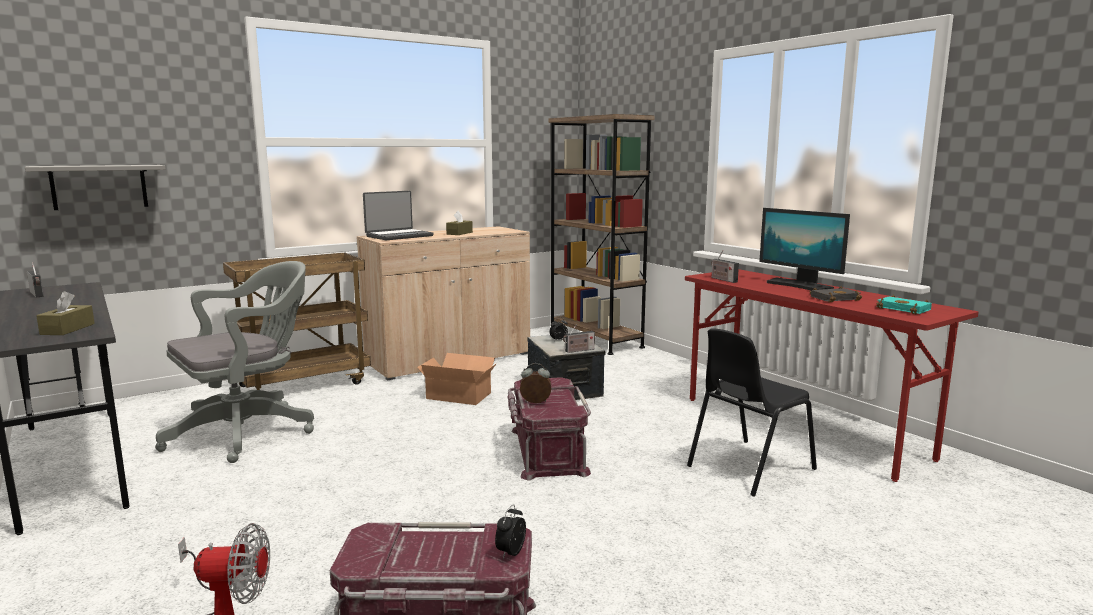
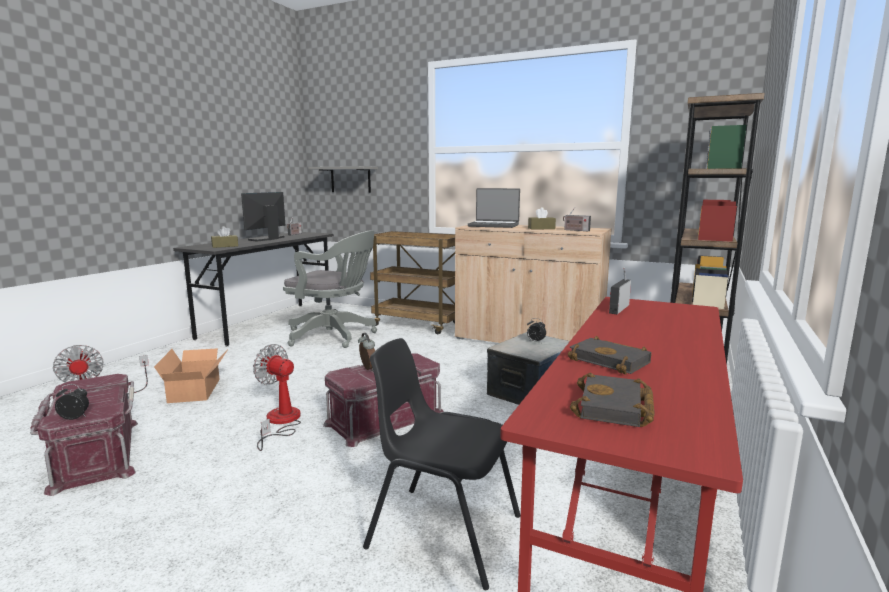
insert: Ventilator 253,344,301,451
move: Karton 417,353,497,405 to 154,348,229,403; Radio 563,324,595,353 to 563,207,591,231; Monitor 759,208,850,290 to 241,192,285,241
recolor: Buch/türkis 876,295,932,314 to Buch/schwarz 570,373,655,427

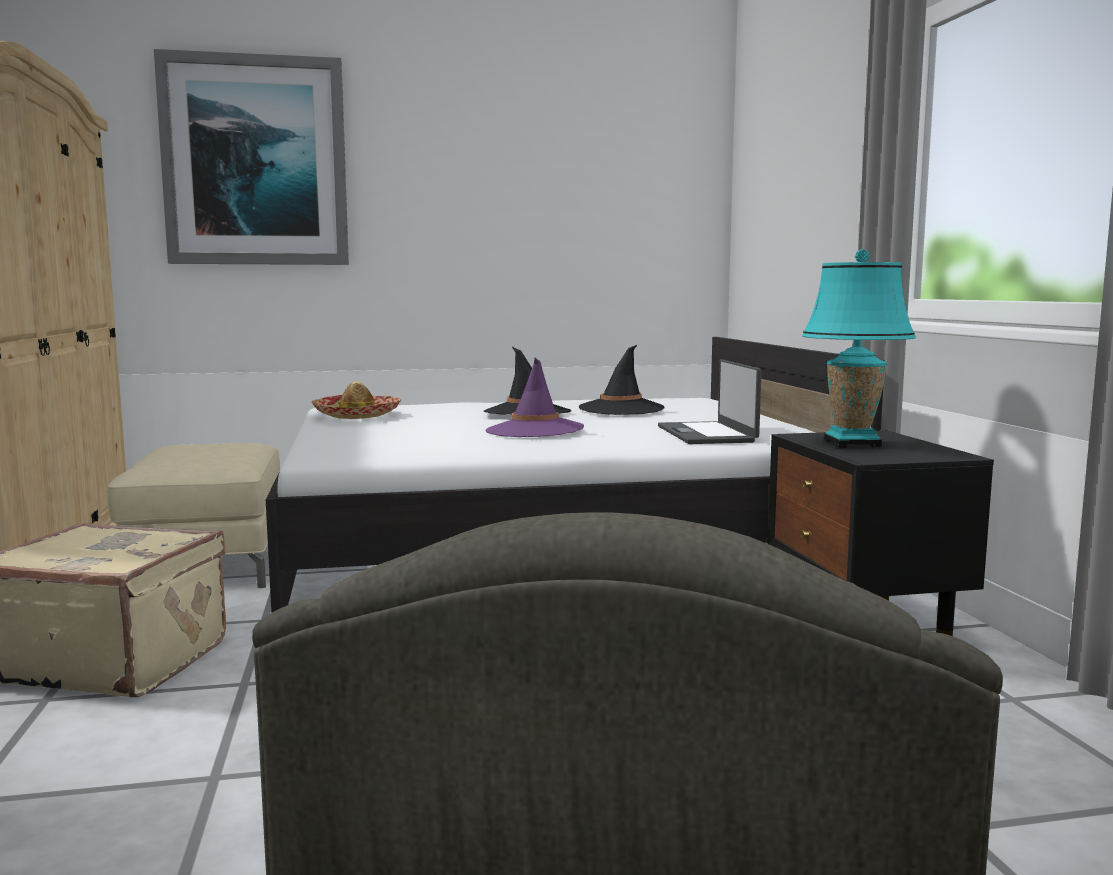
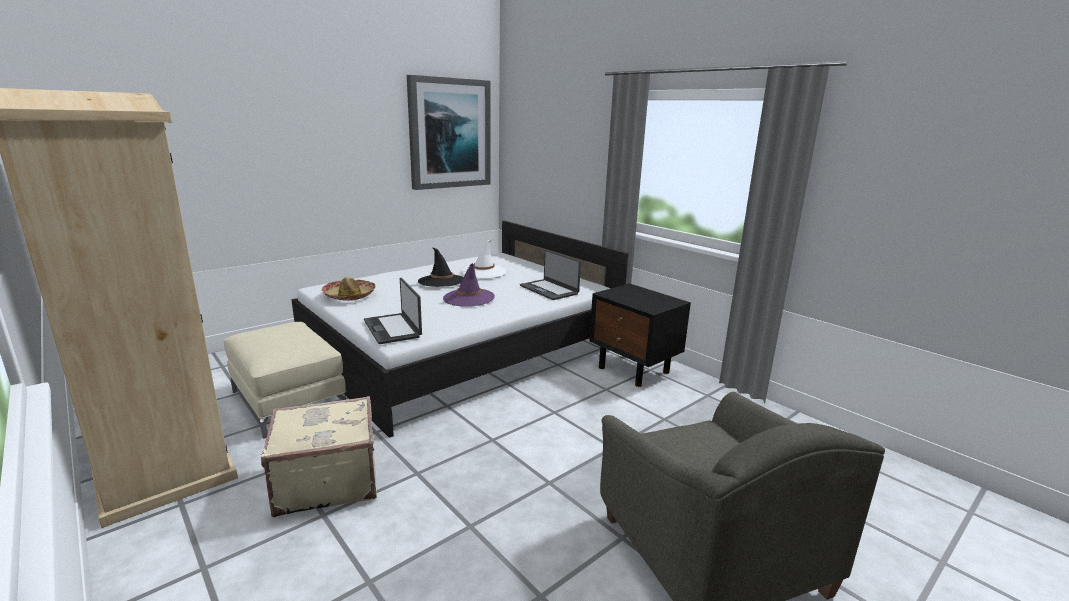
delete: Tischlampe/türkis 802,249,916,448
insert: Laptop 364,278,422,344
move: Bild 154,49,349,265 to 407,75,490,190
recolor: Hut/schwarz 579,345,665,415 to Hut/weiß 462,240,506,278

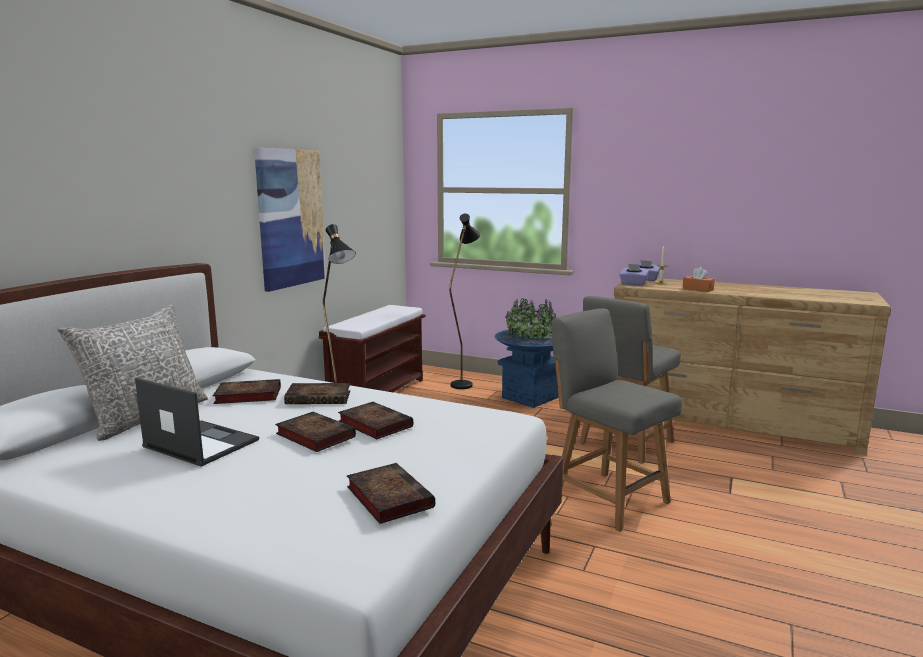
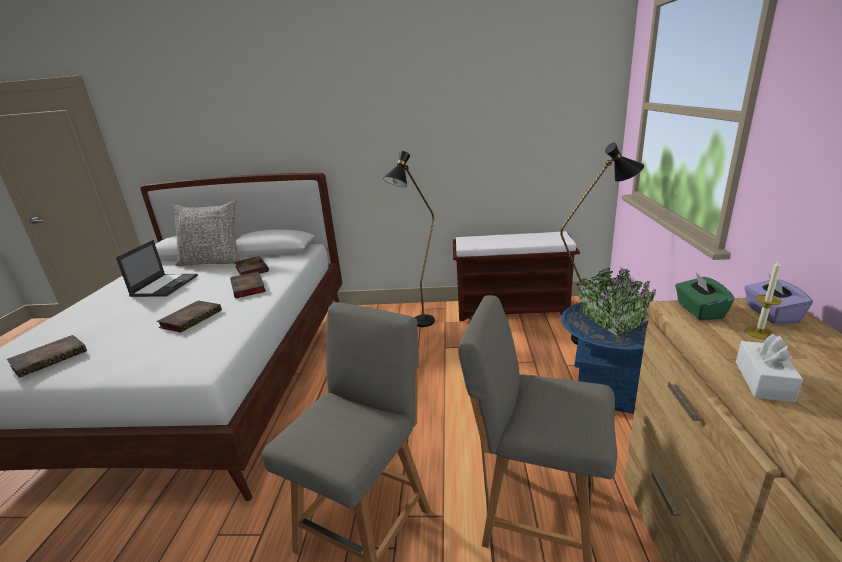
delete: Bild 254,148,326,292; Buch 275,412,356,452
recolor: Taschentuchbox/lila 619,264,649,286 to Taschentuchbox/grün 675,273,735,320; Taschentuchbox/orange 682,267,715,292 to Taschentuchbox/weiß 736,334,803,403

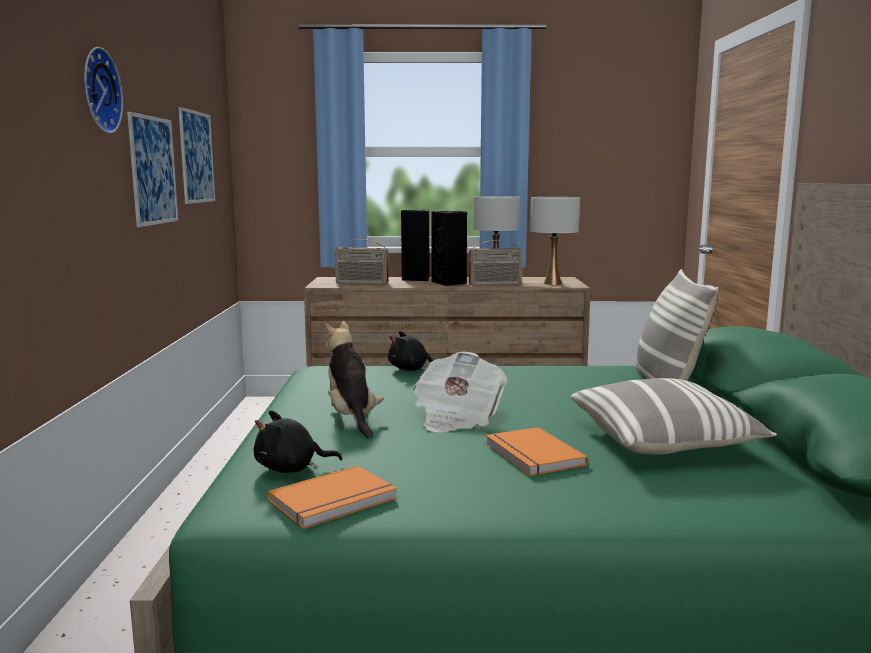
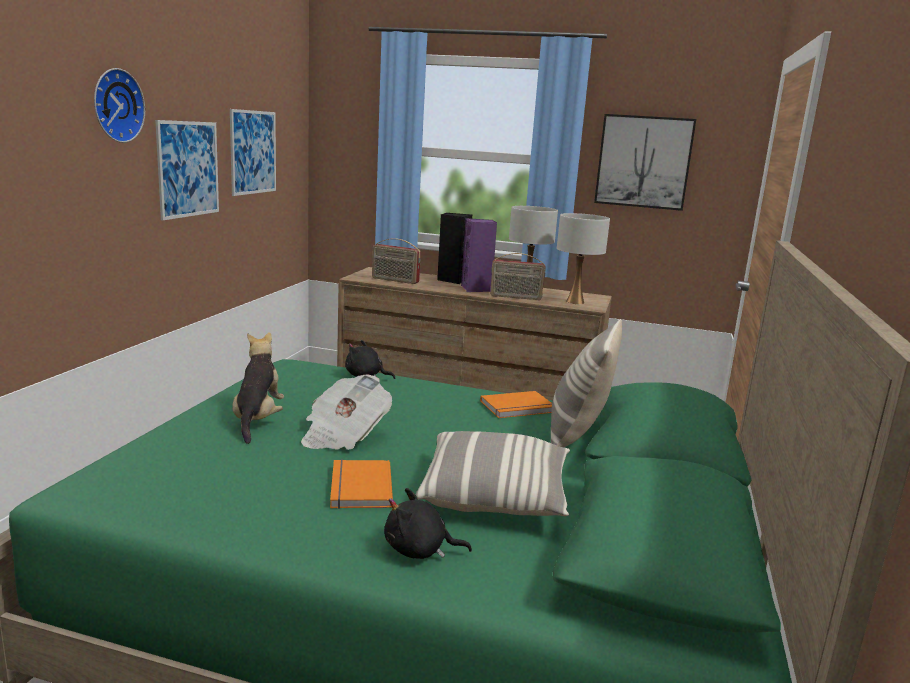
insert: Bild 594,114,696,211
move: Plüschtier/schwarz 254,410,342,473 to 384,488,472,559; Buch/orange 268,466,397,529 to 480,391,552,418
recolor: Lautsprecher/schwarz 431,211,467,286 to Lautsprecher/lila 461,218,497,292

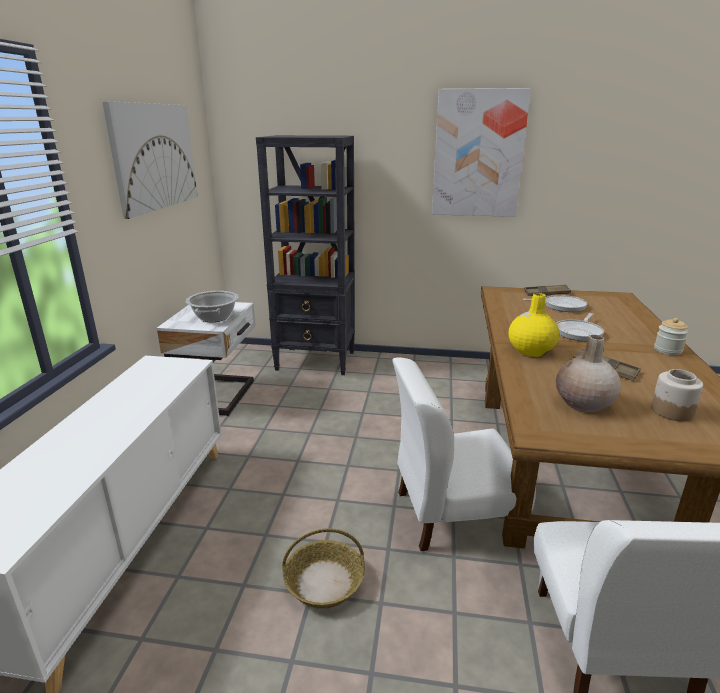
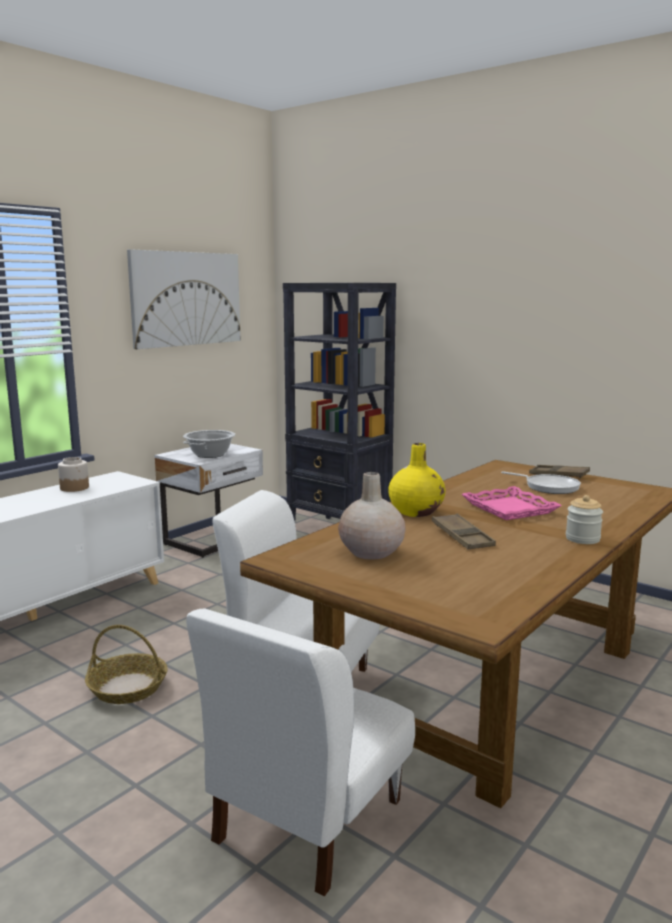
delete: Bild 432,88,531,217
move: Vorratsglas 651,369,703,421 to 58,457,89,492
replace: Pfanne 556,313,604,341 to Tablett/rosa 462,486,562,520

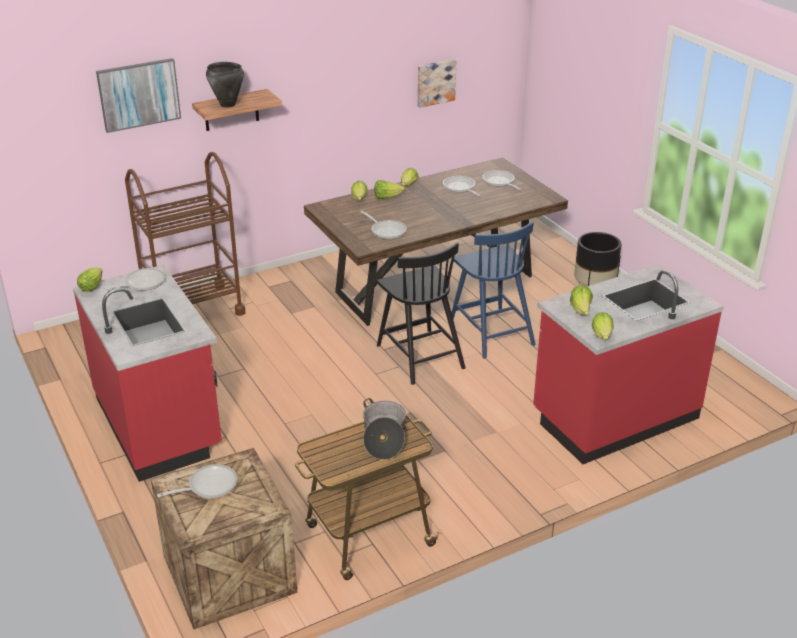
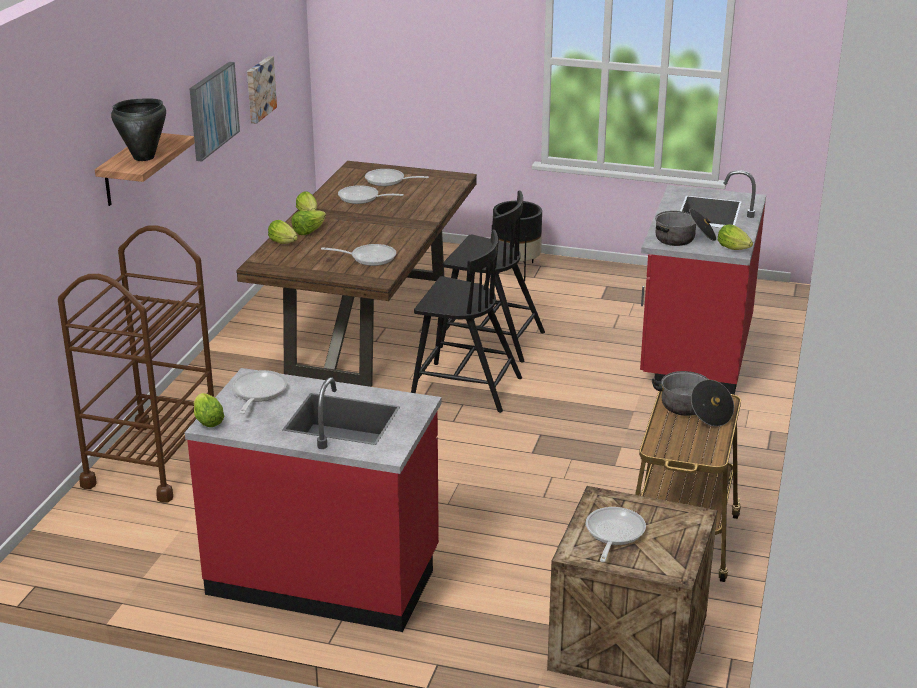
move: Bild 96,58,181,133 to 189,62,240,161
replace: Salatkopf 570,285,593,315 to Kochtopf 655,208,716,246
recolor: Stuhl/blau 451,222,536,359 to Stuhl/schwarz 440,191,545,362

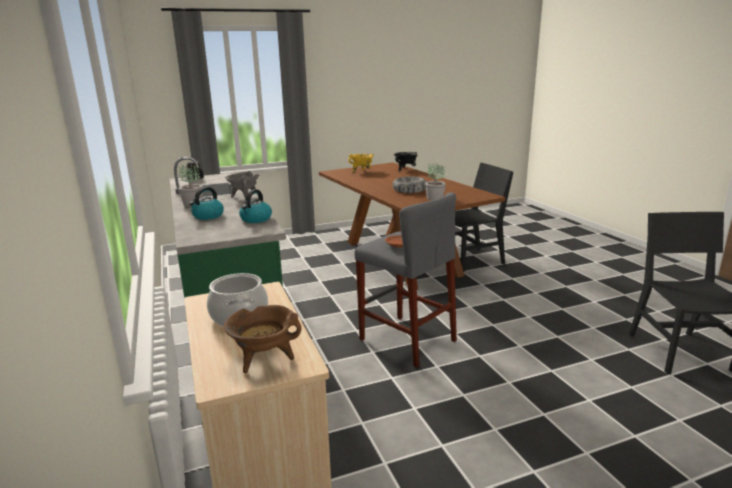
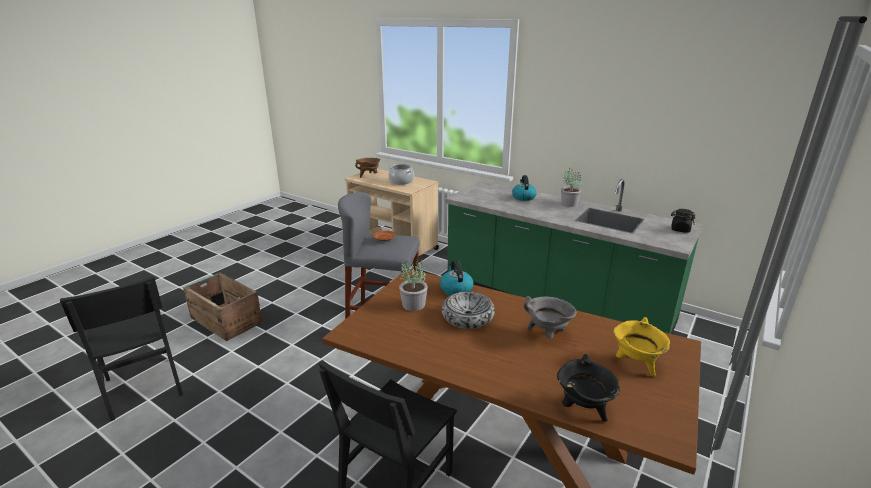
insert: Kiste 183,273,263,341
move: Kochtopf/grau 225,171,259,200 to 523,296,577,339; Wasserkessel 239,189,272,223 to 440,260,473,296

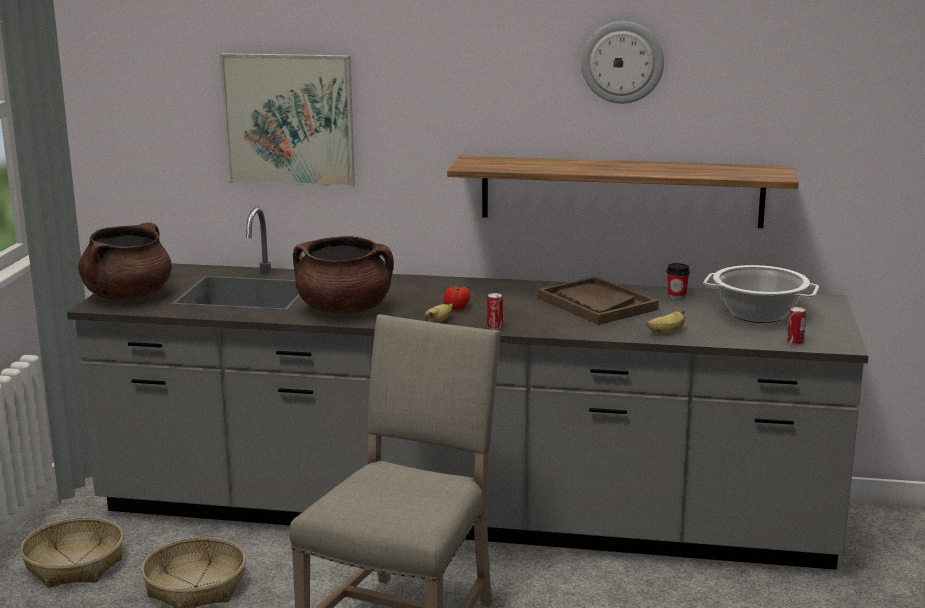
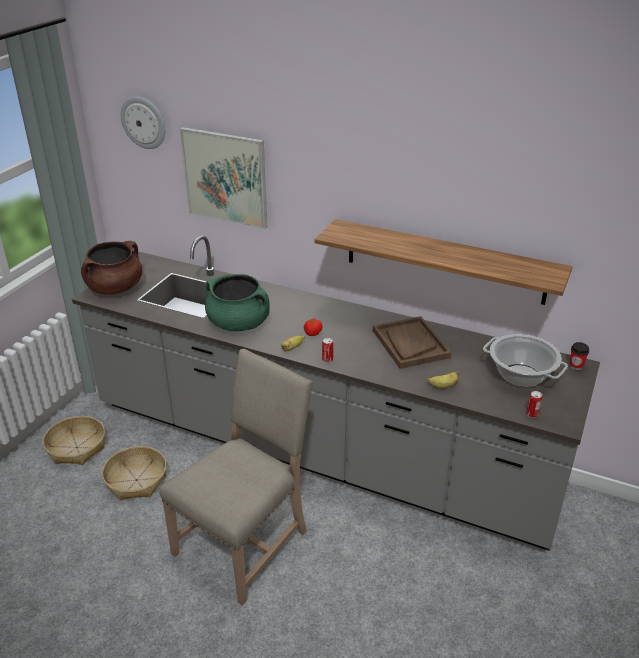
move: Wanduhr 581,21,664,104 to 121,97,165,149; Tasse 666,263,690,299 to 569,342,589,370
recolor: Kochtopf/braun 293,236,394,314 to Kochtopf/grün 205,274,270,331

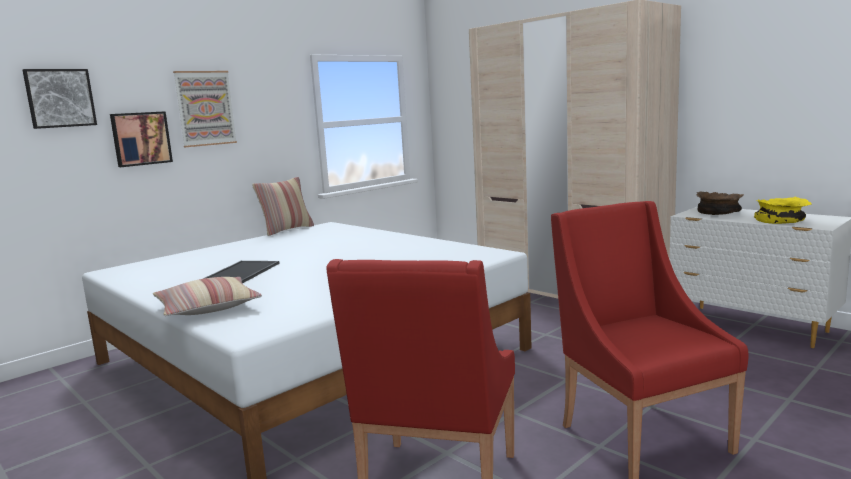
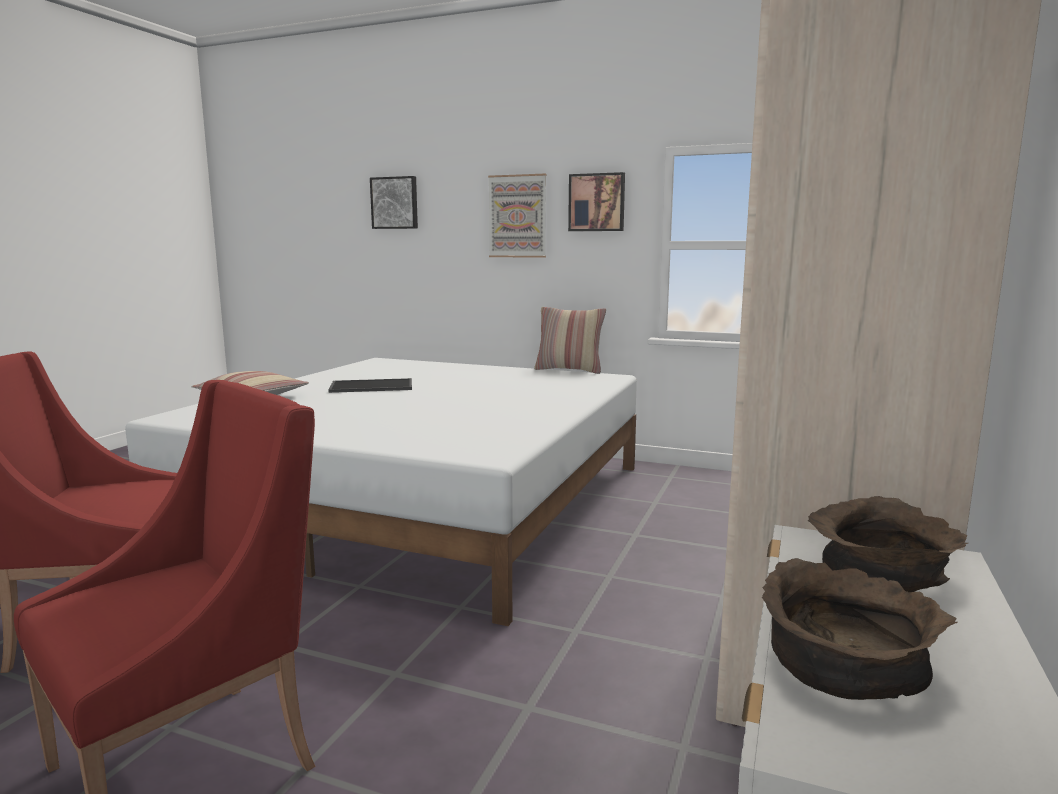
move: Bild 110,111,173,167 to 568,172,625,231
recolor: Schüssel/gelb 754,197,812,224 to Schüssel/braun 762,558,958,700

